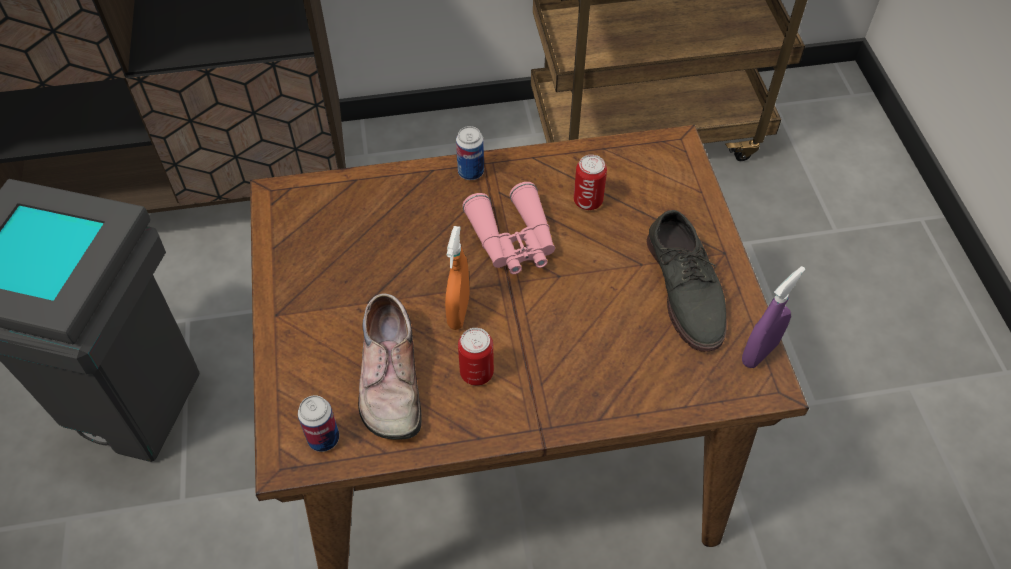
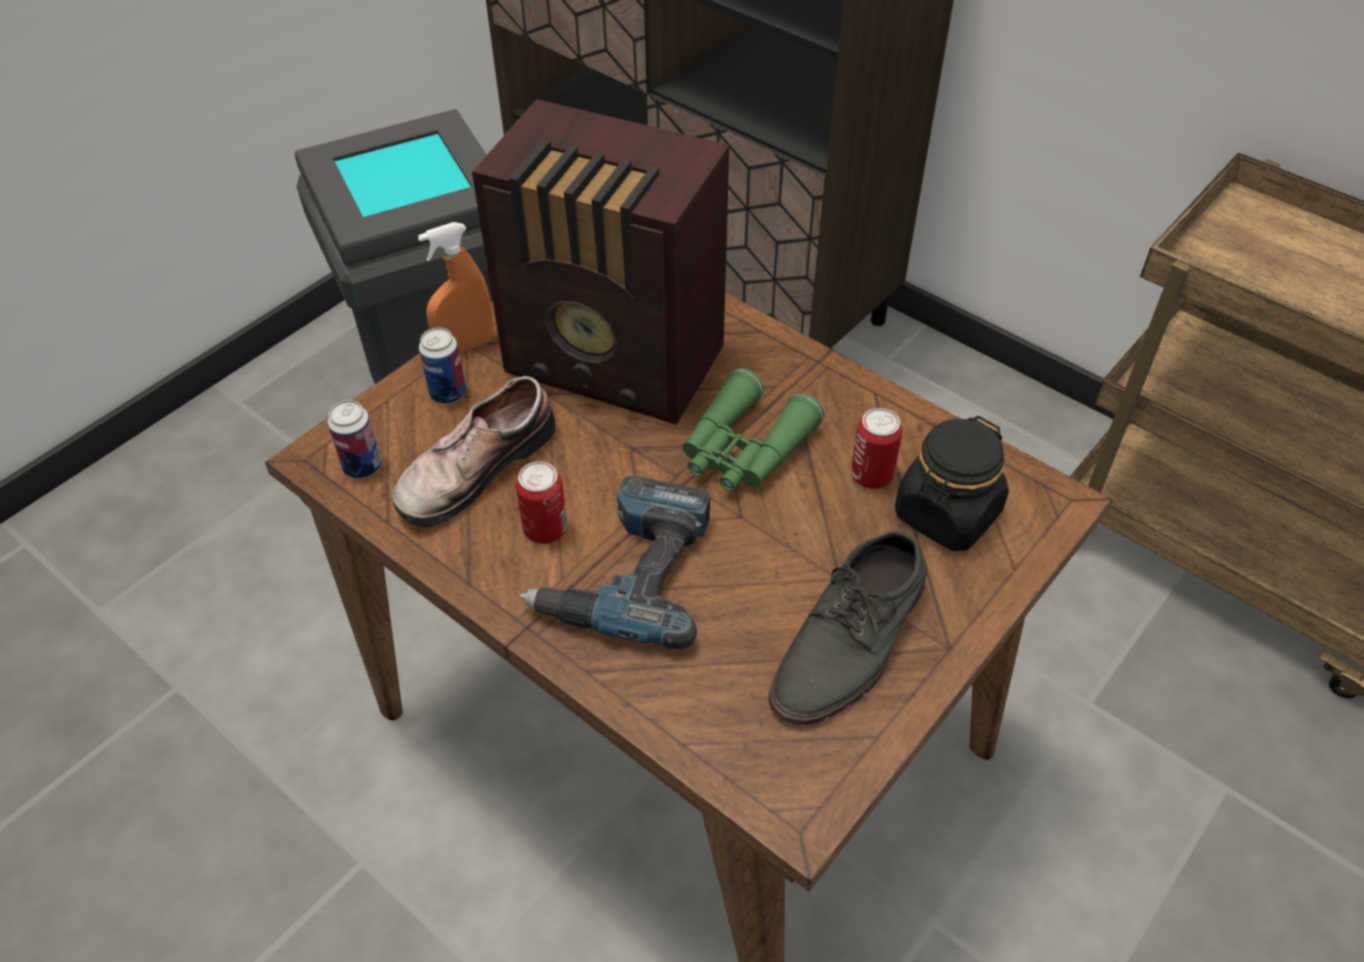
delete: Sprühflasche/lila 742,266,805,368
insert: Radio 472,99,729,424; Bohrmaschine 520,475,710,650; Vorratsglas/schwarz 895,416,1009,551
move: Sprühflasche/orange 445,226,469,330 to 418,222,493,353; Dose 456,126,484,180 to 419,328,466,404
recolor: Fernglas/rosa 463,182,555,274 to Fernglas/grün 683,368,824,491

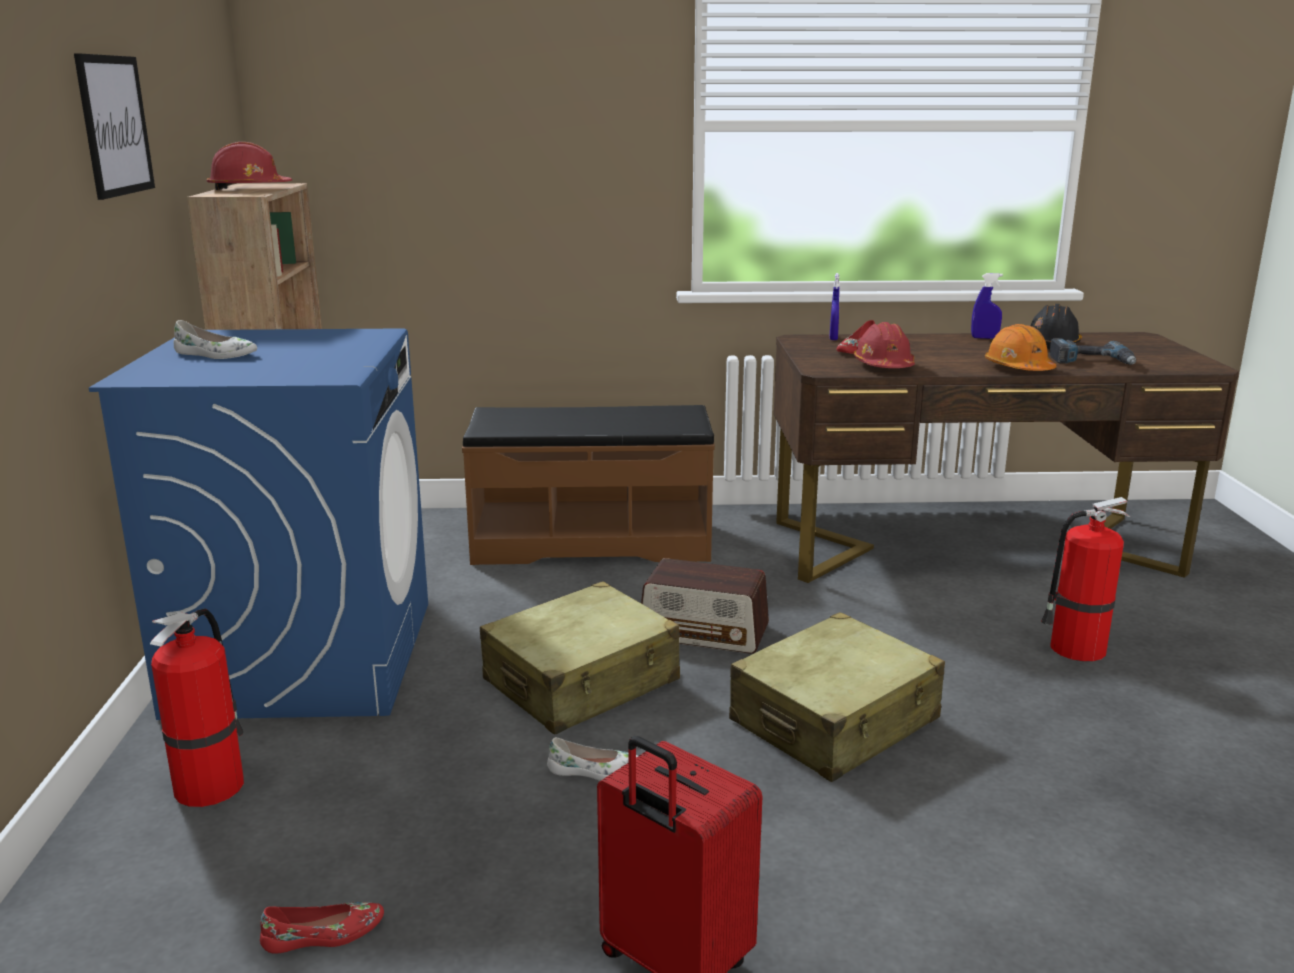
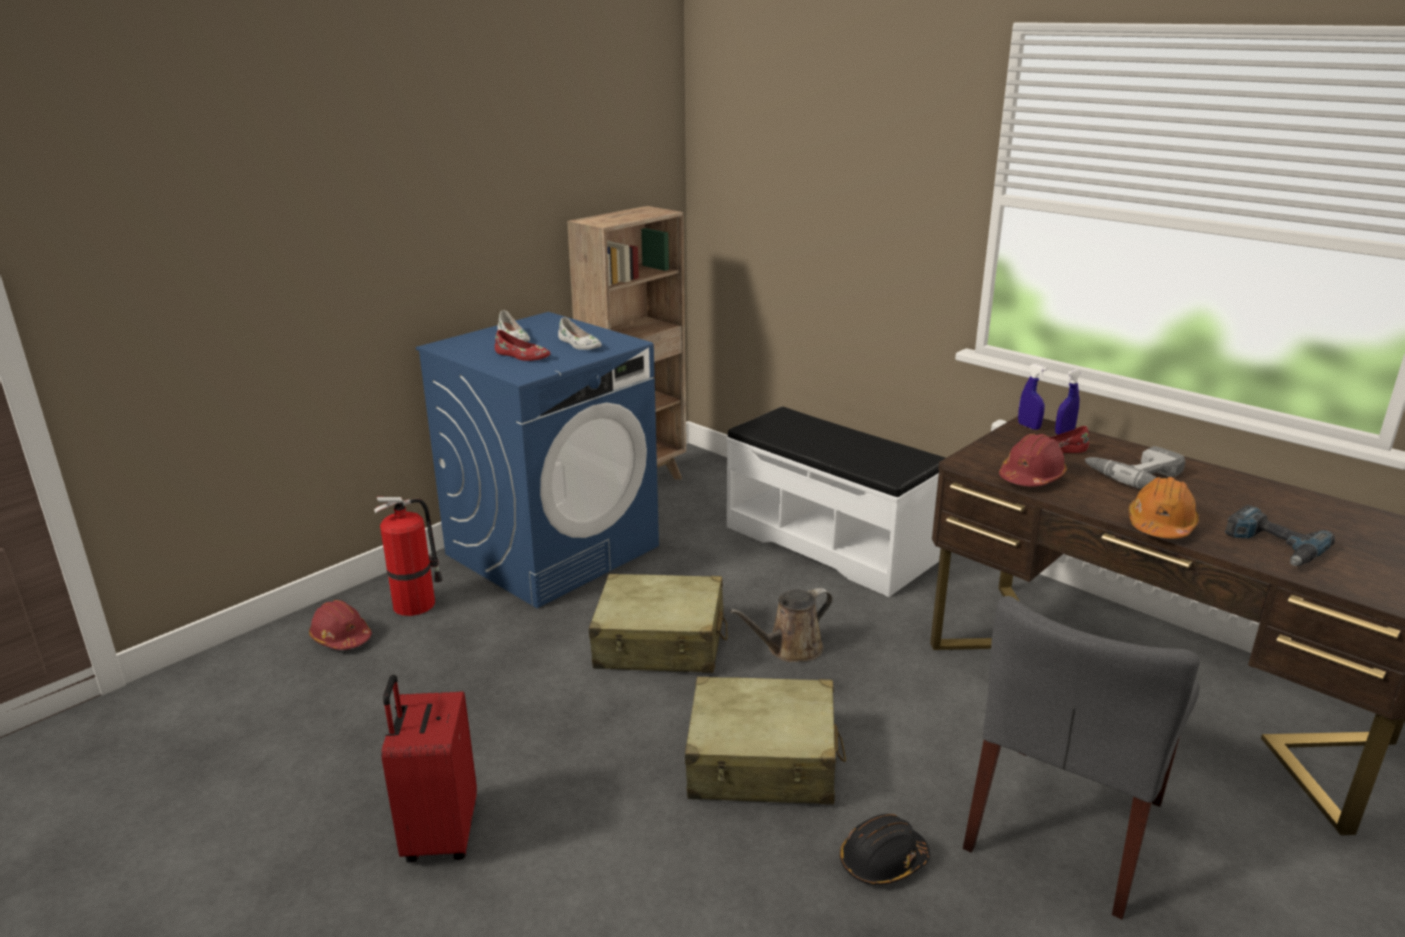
delete: Bild 74,53,155,200
insert: Bohrmaschine 1085,446,1186,489
move: Schutzhelm/rot 206,142,292,190 to 309,600,372,650; Schuh/rot 260,902,384,954 to 495,330,551,361; Schuh/weiß 547,737,638,781 to 558,317,602,350; Sprühflasche/blau 971,273,1003,339 to 1018,364,1047,430; Schutzhelm/schwarz 1031,304,1082,350 to 840,814,930,885
replace: Radio 641,558,769,654 to Gießkanne/braun 730,588,833,662; Feuerlöscher 1041,497,1130,661 to Stuhl/grau 963,596,1200,919
recolor: Bank/braun 462,405,715,565 to Bank/weiß 726,407,945,597

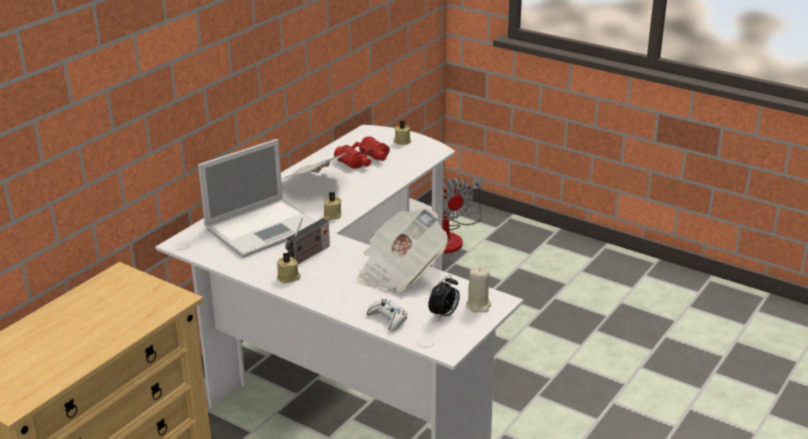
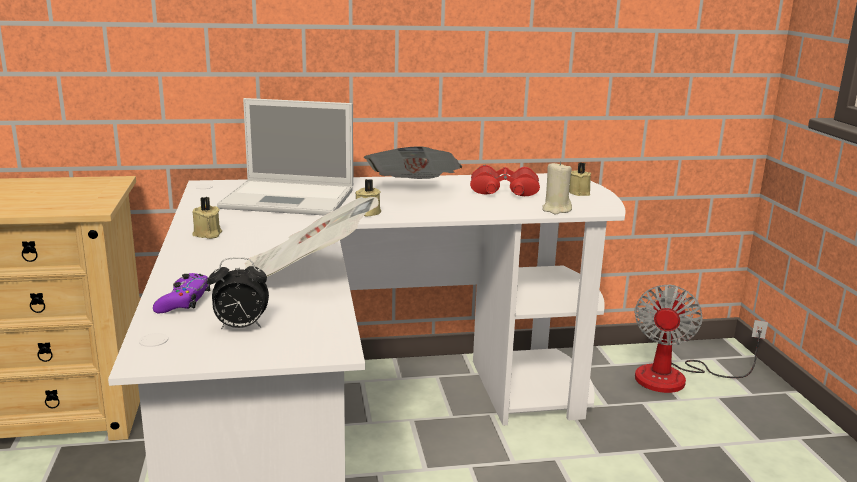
delete: Radio 285,218,330,264
move: Kerze/beige 466,268,491,313 to 542,161,572,214
recolor: Gamepad/weiß 367,299,407,332 to Gamepad/lila 153,273,210,313

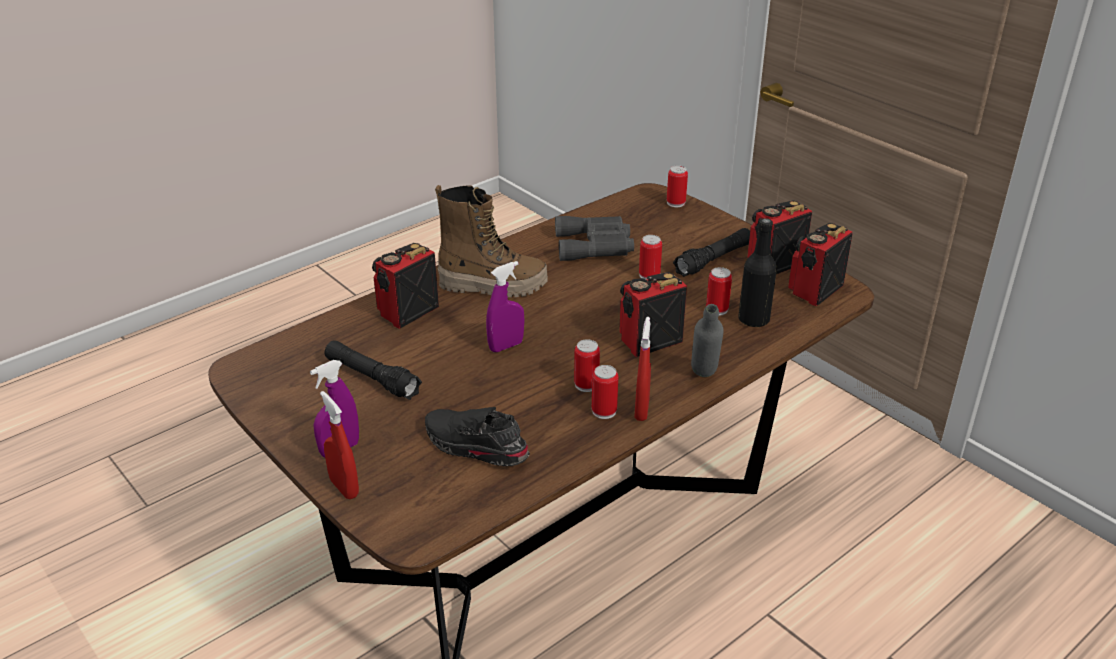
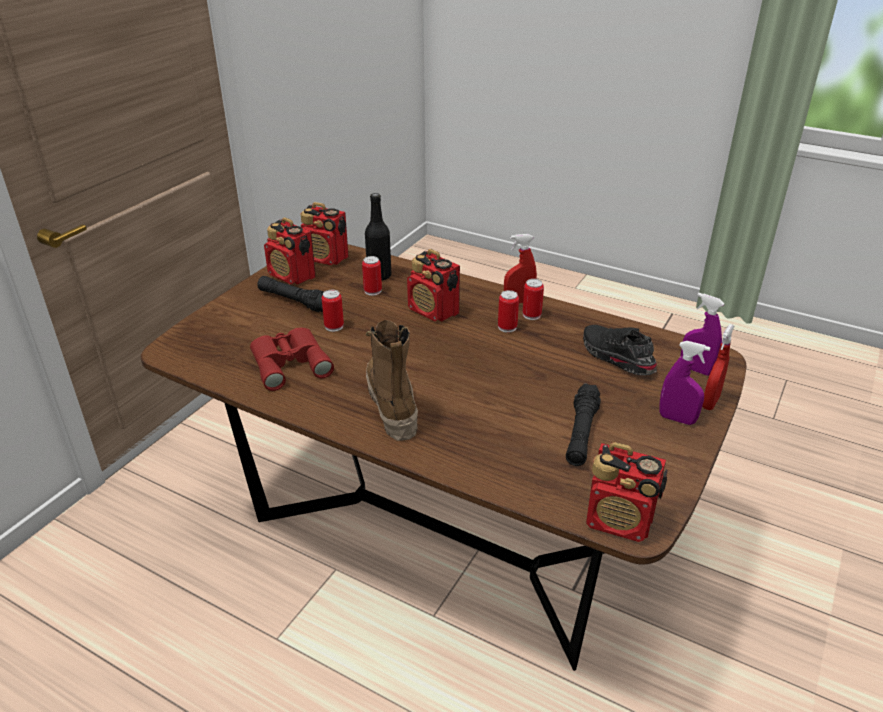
delete: Dose 667,165,688,207; Flasche/grau 691,304,724,377
move: Radio 372,243,439,329 to 586,442,668,542; Sprühflasche/lila 486,261,525,352 to 681,293,725,376
recolor: Fernglas/grau 555,216,634,261 to Fernglas/rot 250,328,334,391
rotate: Schuh/schwarz 425,407,530,466 = 583,325,657,375 135 degrees clockwise

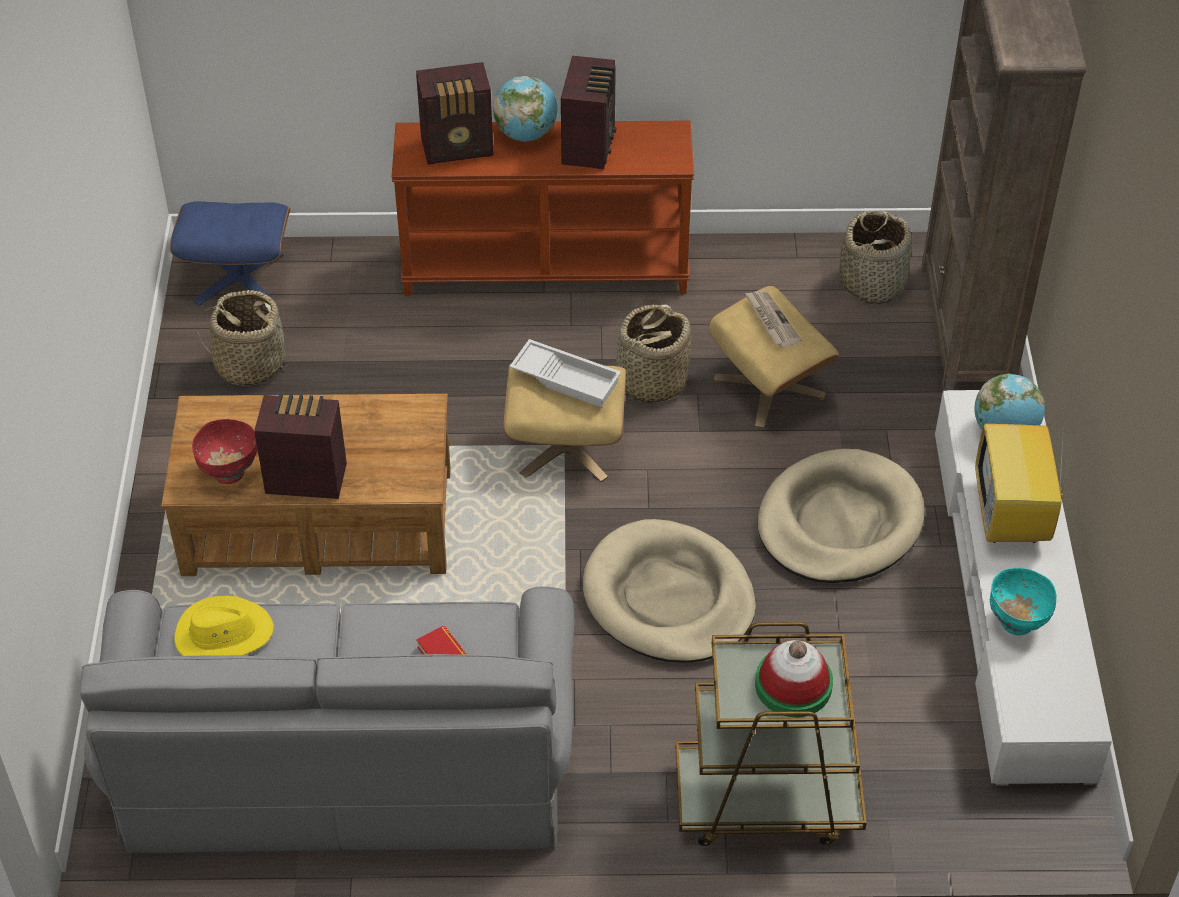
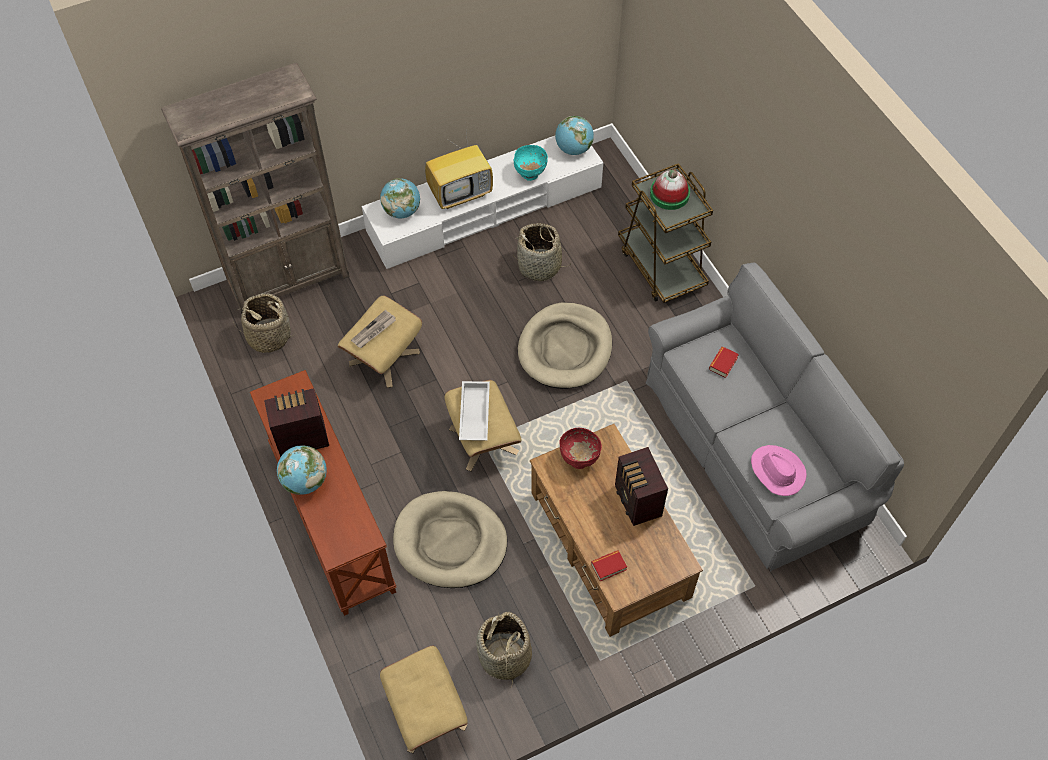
delete: Radio 416,62,494,165
insert: Globus 555,116,594,155; Buch 591,550,627,581
move: Schüssel/rot 192,419,258,484 to 560,428,602,469; Korb 616,304,691,403 to 513,223,568,281; Hundebett/beige 758,449,925,583 to 393,491,507,588
recolor: Polsterhocker/blau 170,201,290,306 to Polsterhocker/beige 380,645,468,753; Hut/gelb 174,596,274,656 to Hut/rosa 751,445,807,496

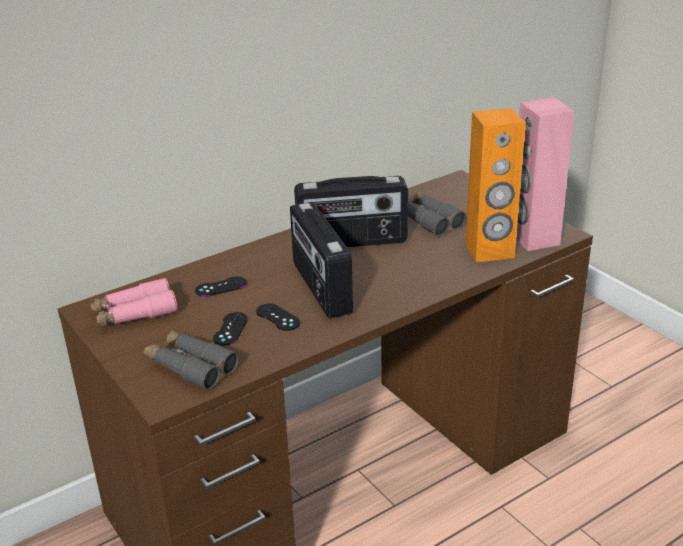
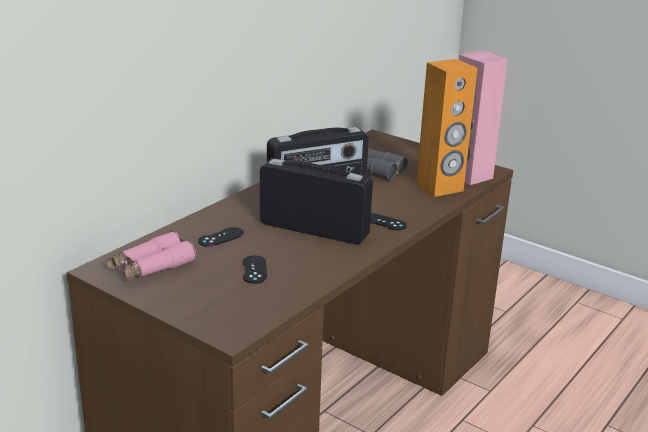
delete: Fernglas/grau 144,330,239,391
move: Gamepad/schwarz 256,303,300,331 to 370,213,407,230
rotate: Radio 290,202,353,319 = 260,158,373,244 150 degrees clockwise

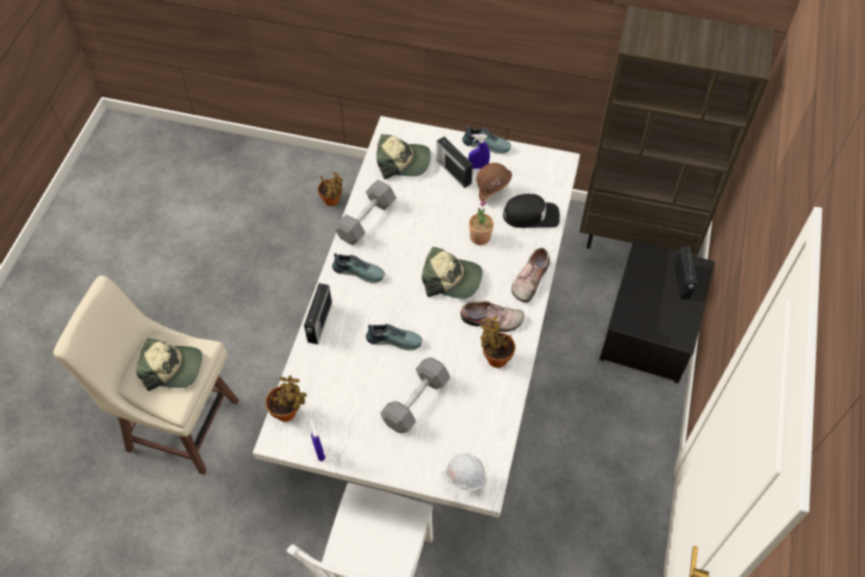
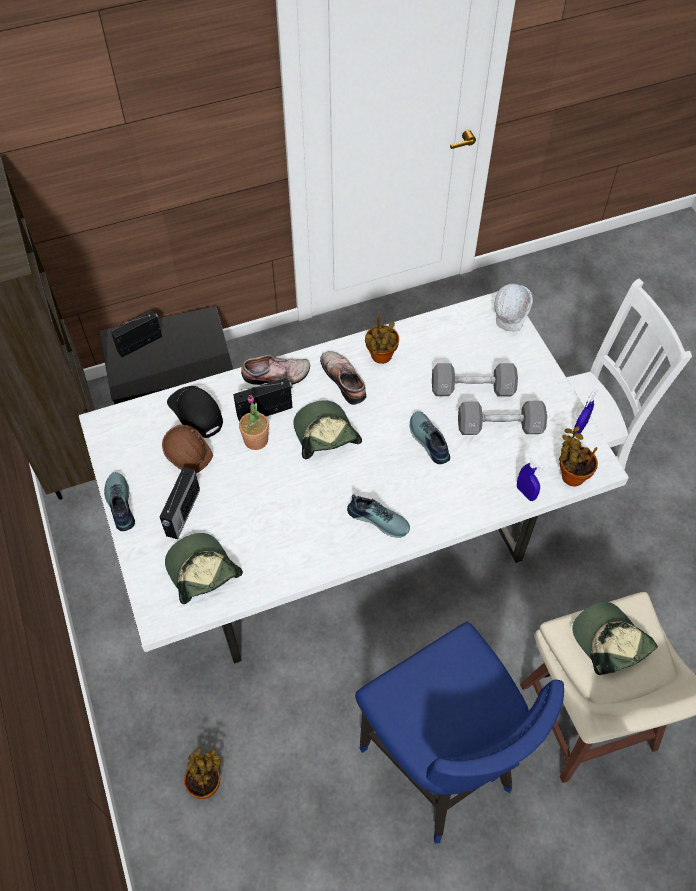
insert: Hocker/blau 355,622,564,844
move: Radio 304,283,332,344 to 233,377,293,422; Hantel/grau 334,180,396,245 to 458,401,547,435; Sprühflasche/blau 468,134,490,169 to 517,455,544,501
rotate: Schuh 332,253,385,283 = 347,494,410,538 135 degrees clockwise

